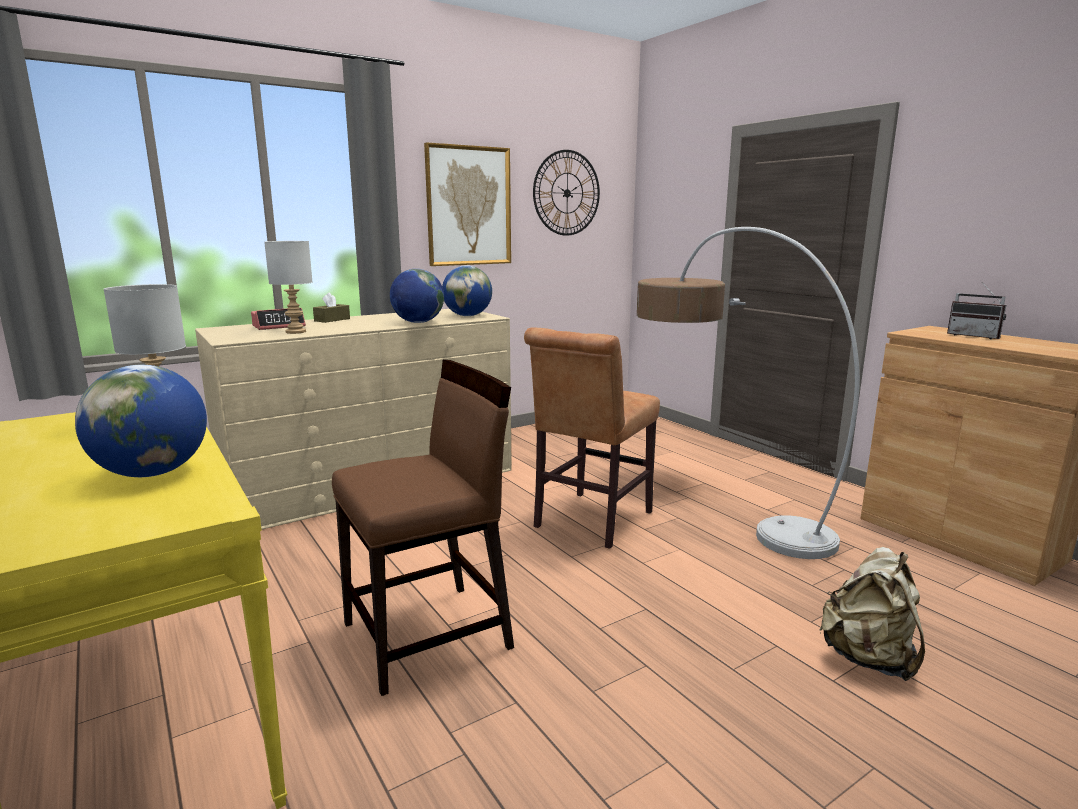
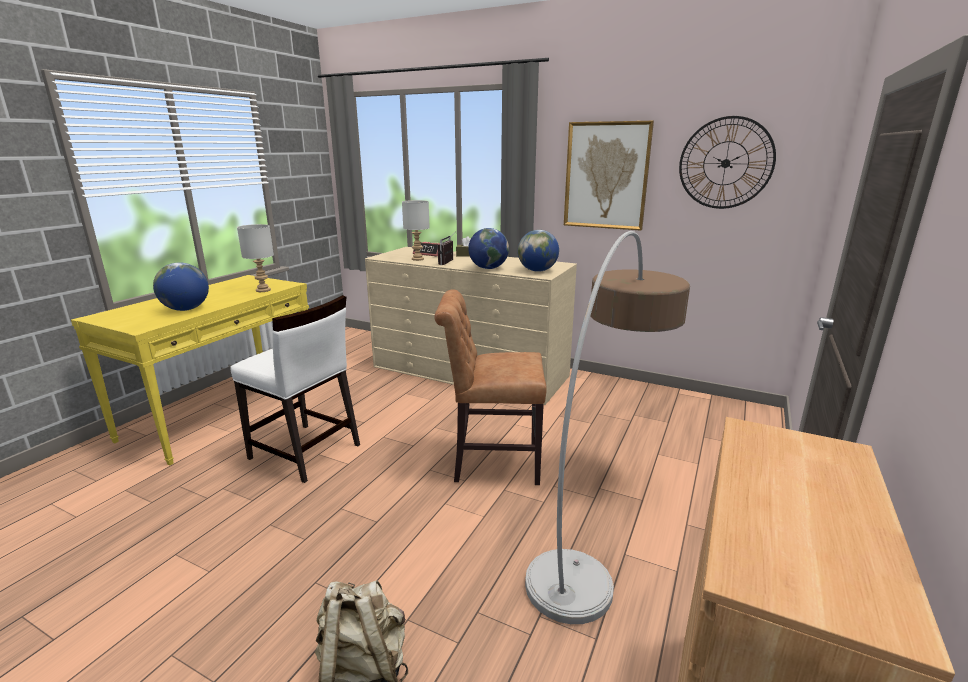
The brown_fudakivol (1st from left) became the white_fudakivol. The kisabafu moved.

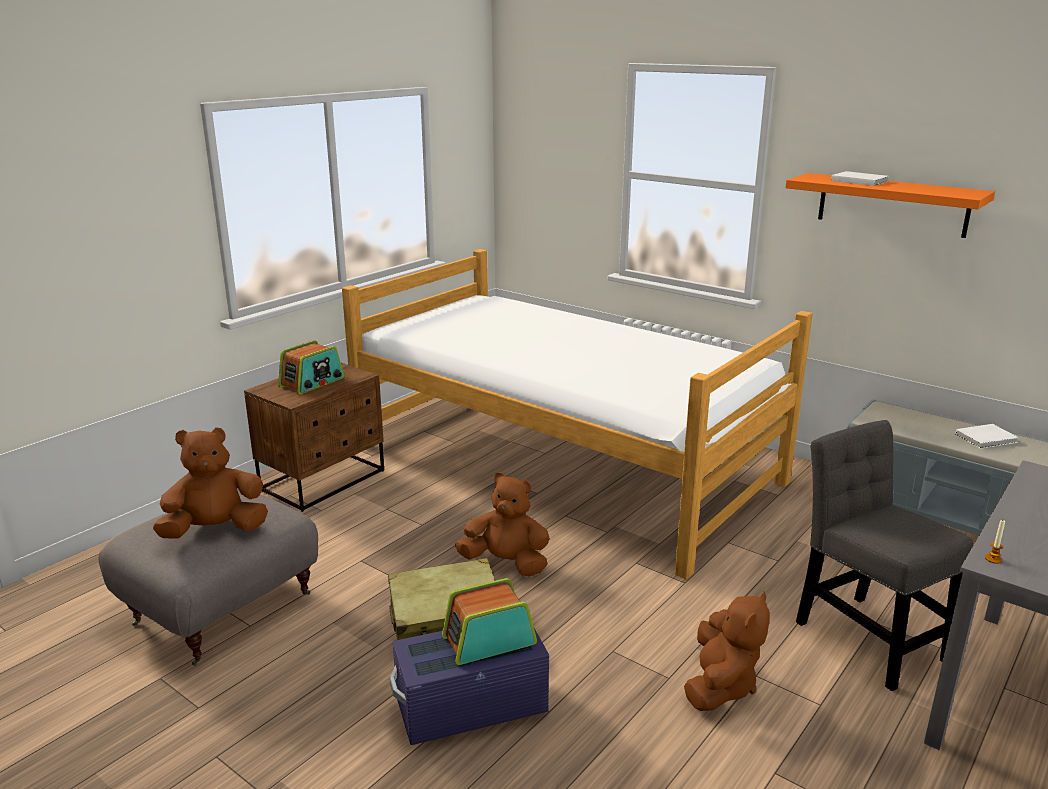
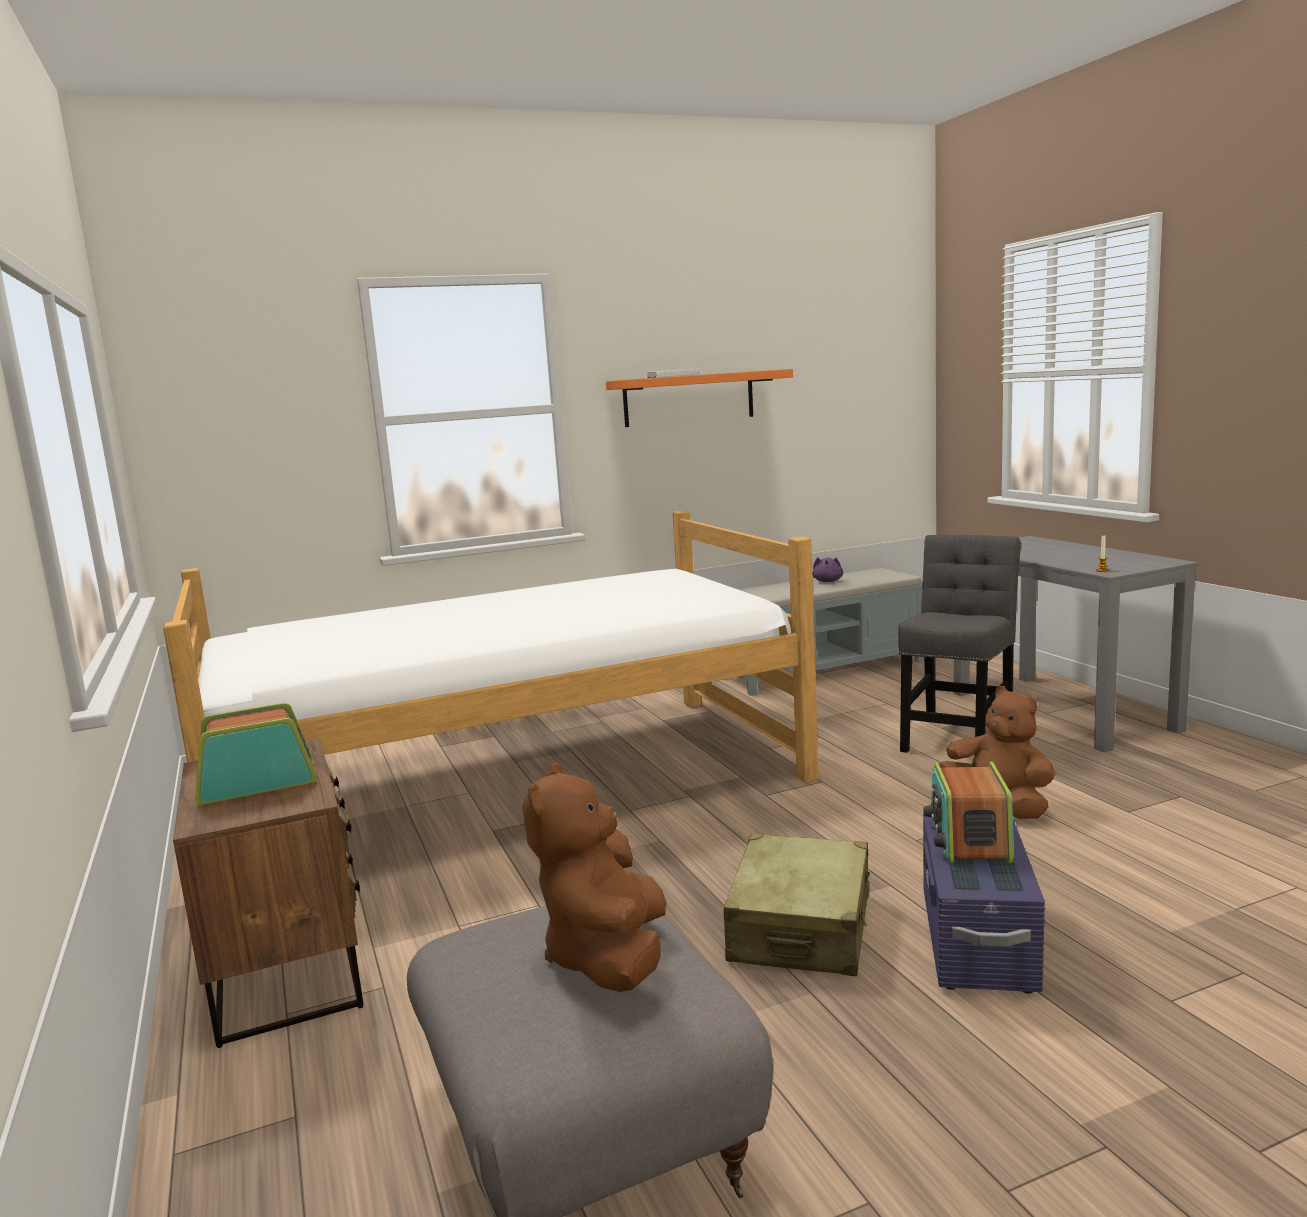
The kisabafu (1st from left) turned 90 degrees counterclockwise. The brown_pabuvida (2nd from left) disappeared. The grey_fudakivol turned 120 degrees clockwise. The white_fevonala (2nd from left) was replaced by the purple_pabuvida.

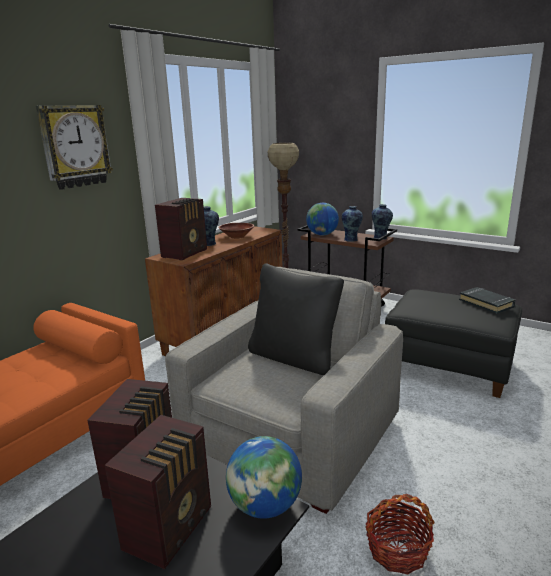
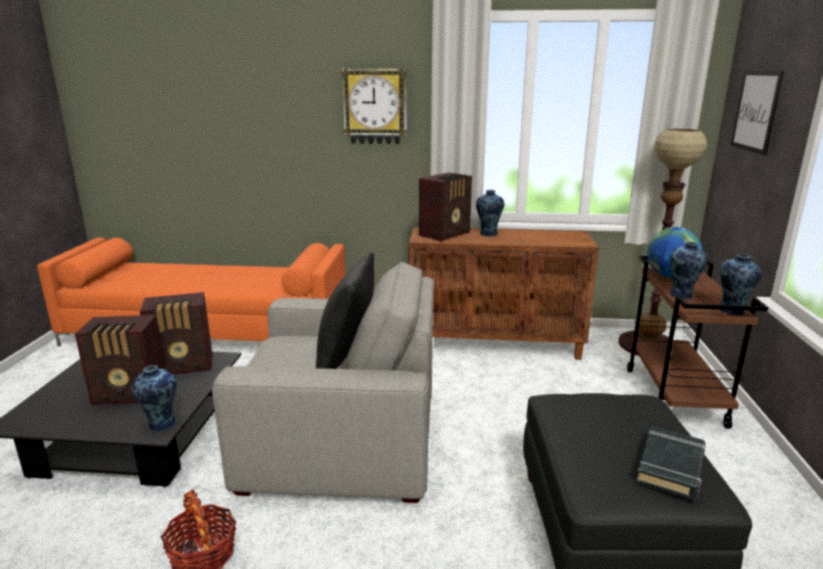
The kisabafu (3rd from left) turned 45 degrees counterclockwise. The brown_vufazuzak disappeared. The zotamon (1st from left) was replaced by the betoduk (1st from left). The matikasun appeared.

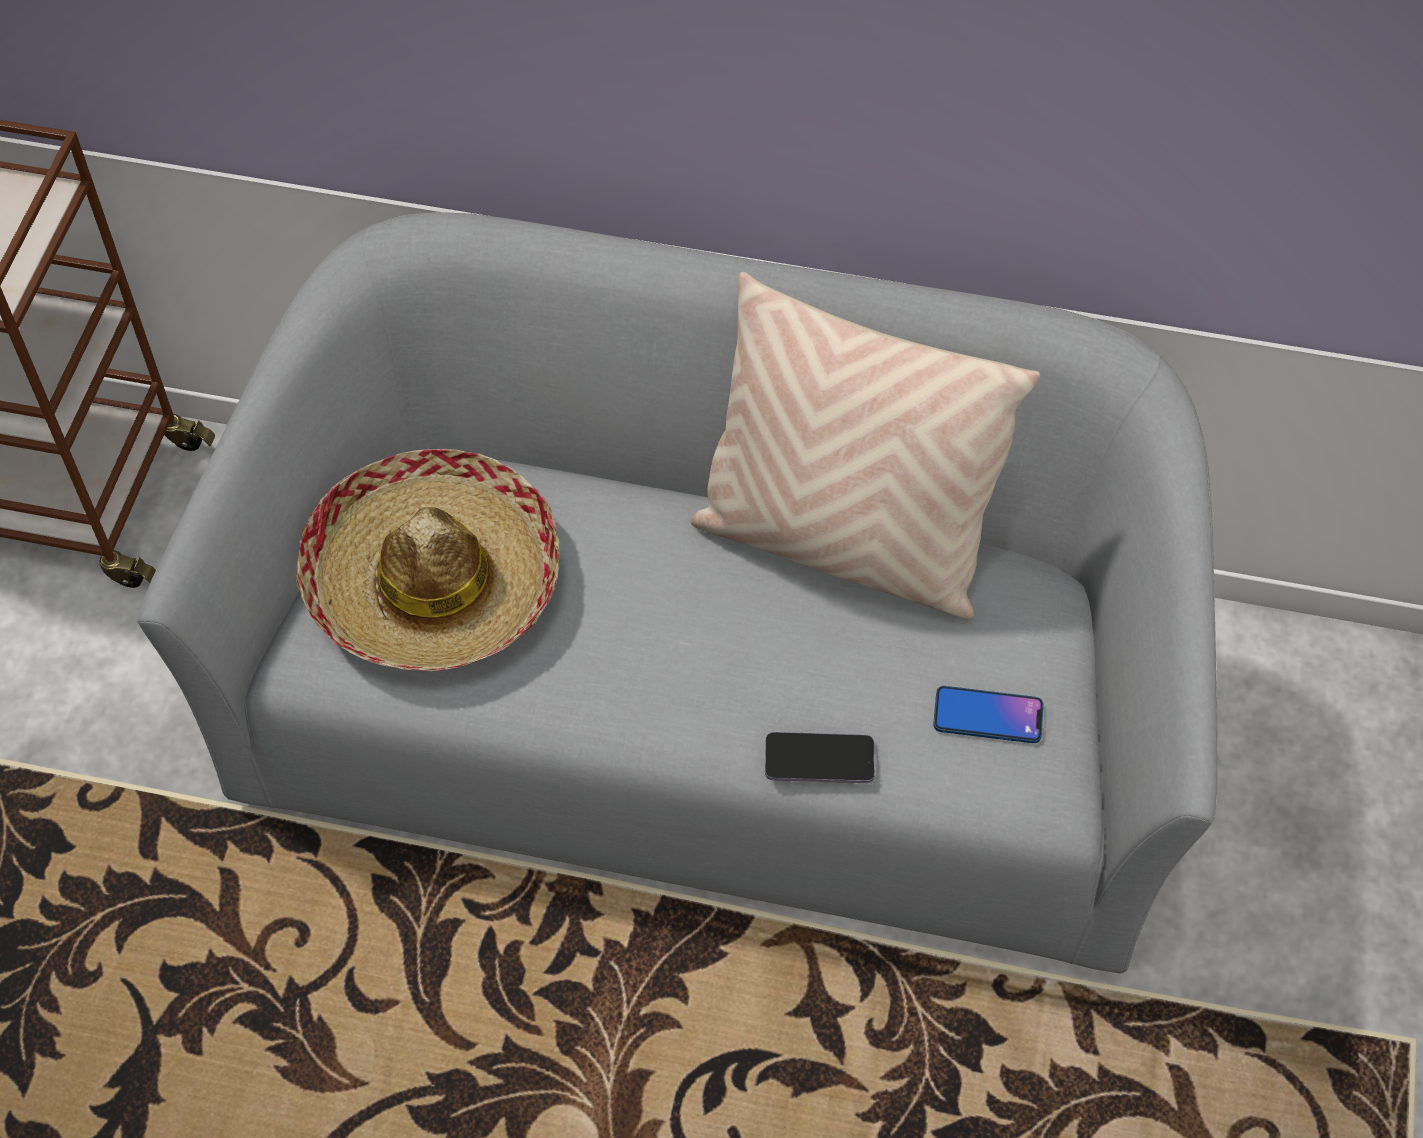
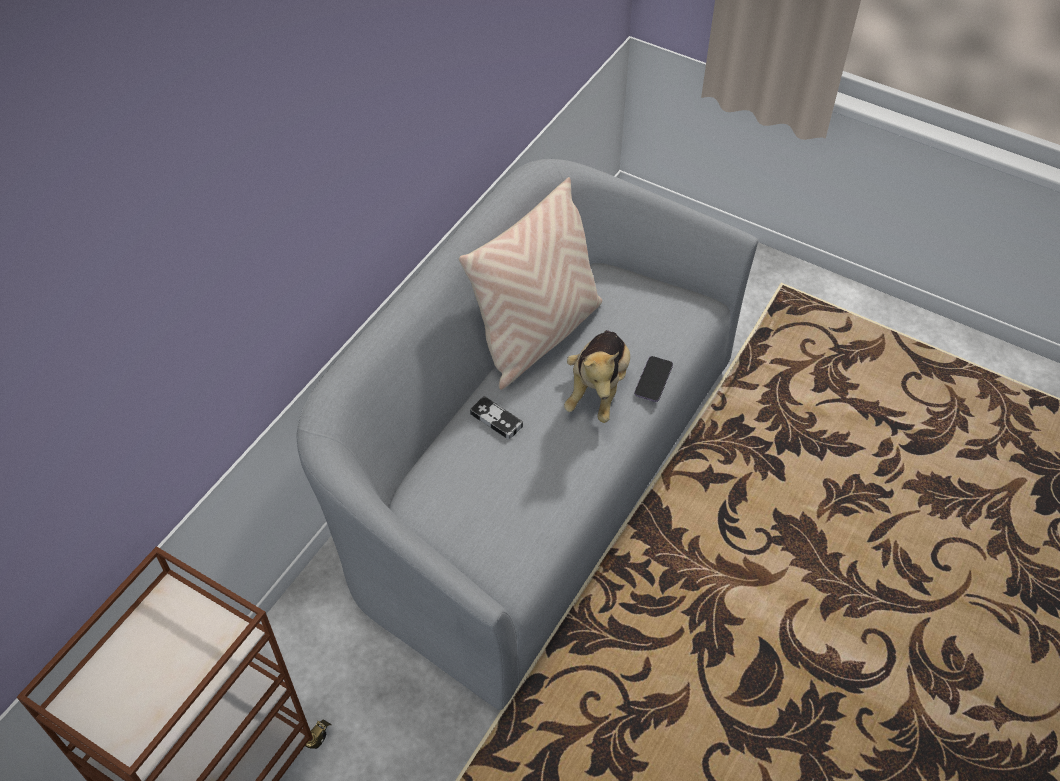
The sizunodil disappeared. The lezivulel (2nd from left) disappeared. The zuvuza appeared. The pabuvida appeared.

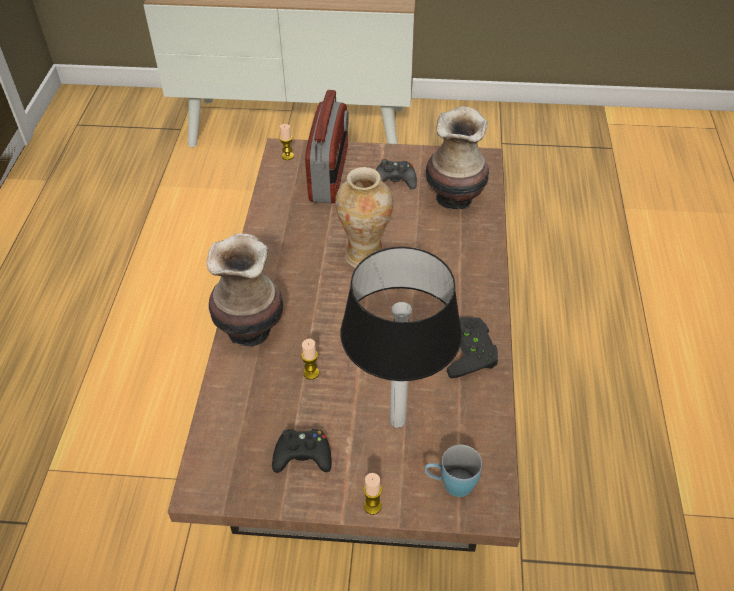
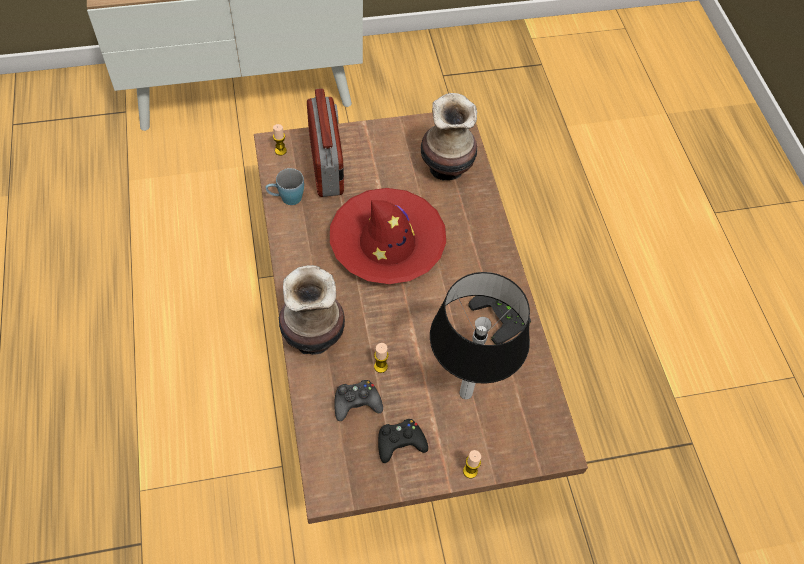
The betoduk (2nd from left) was replaced by the red_sizunodil. The black_zuvuza (2nd from left in the first image) moved. The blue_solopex moved.

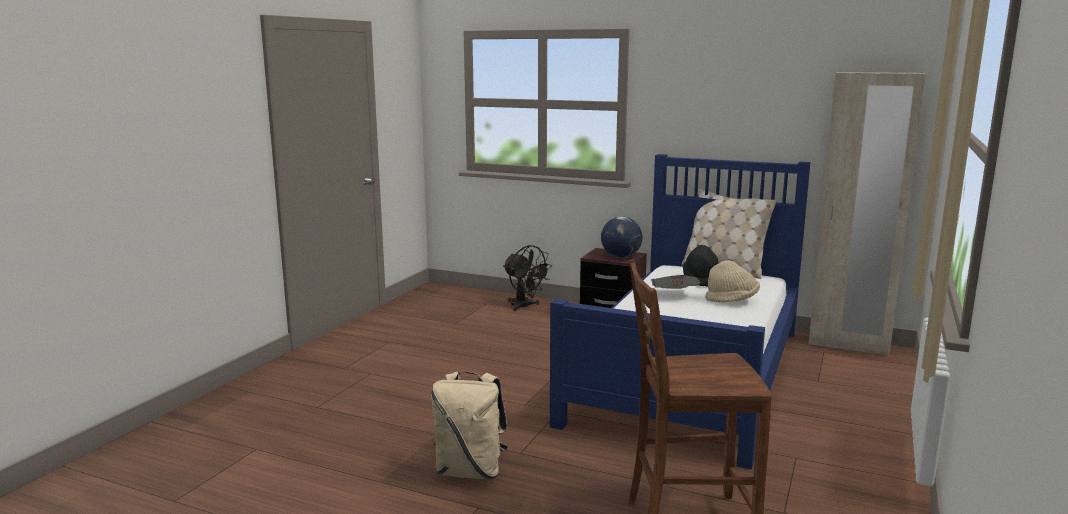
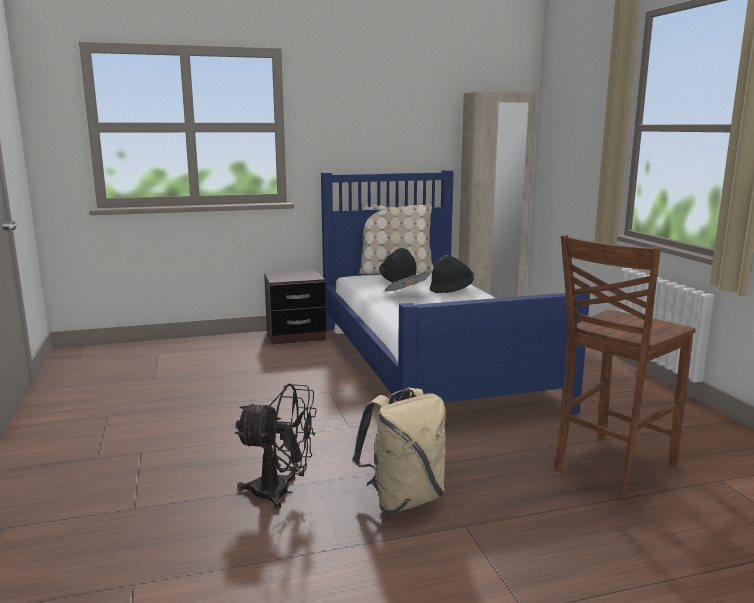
The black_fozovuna moved. The zotamon disappeared. The beige_sizunodil became the black_sizunodil (2nd from left).

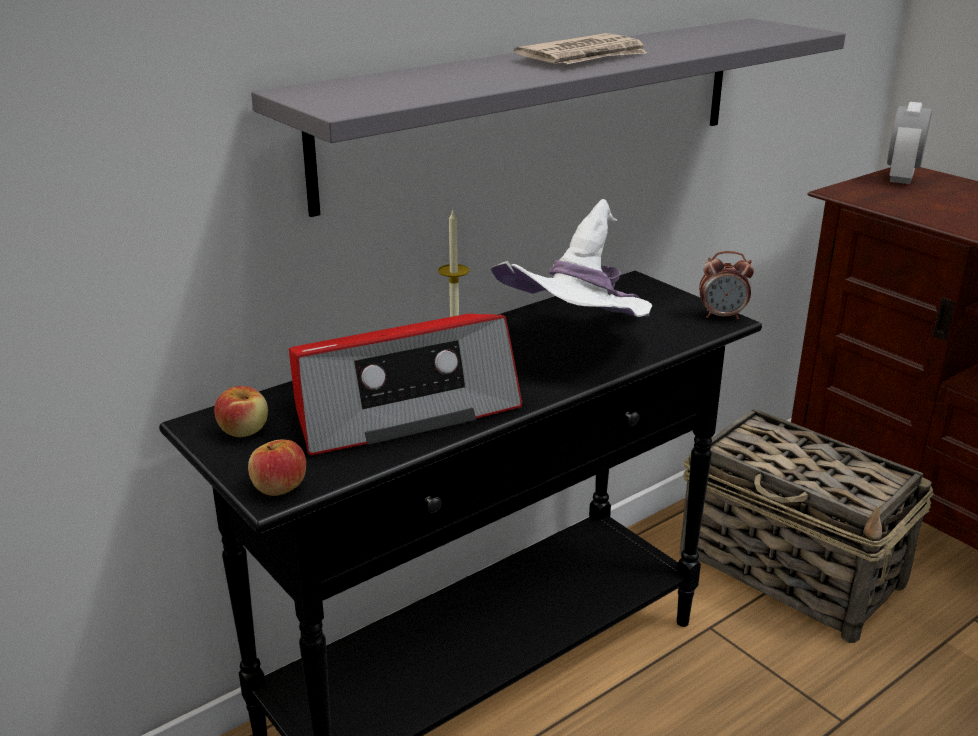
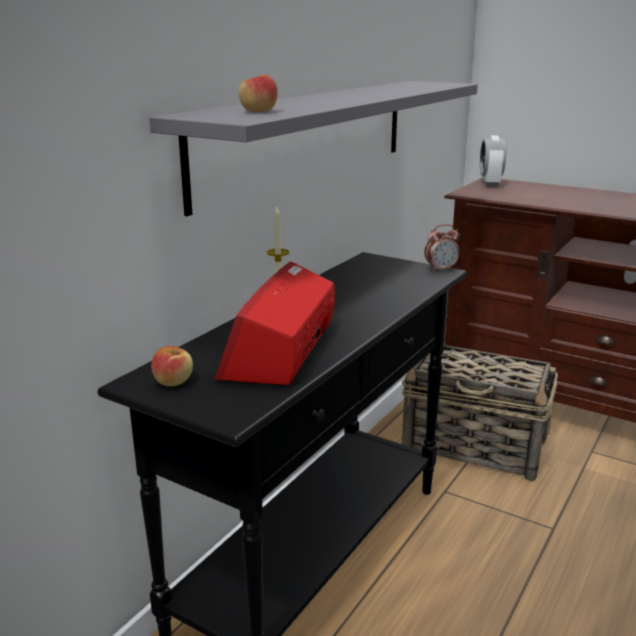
The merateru (2nd from left) moved. The kisabafu turned 150 degrees clockwise. The white_sizunodil disappeared. The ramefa disappeared.

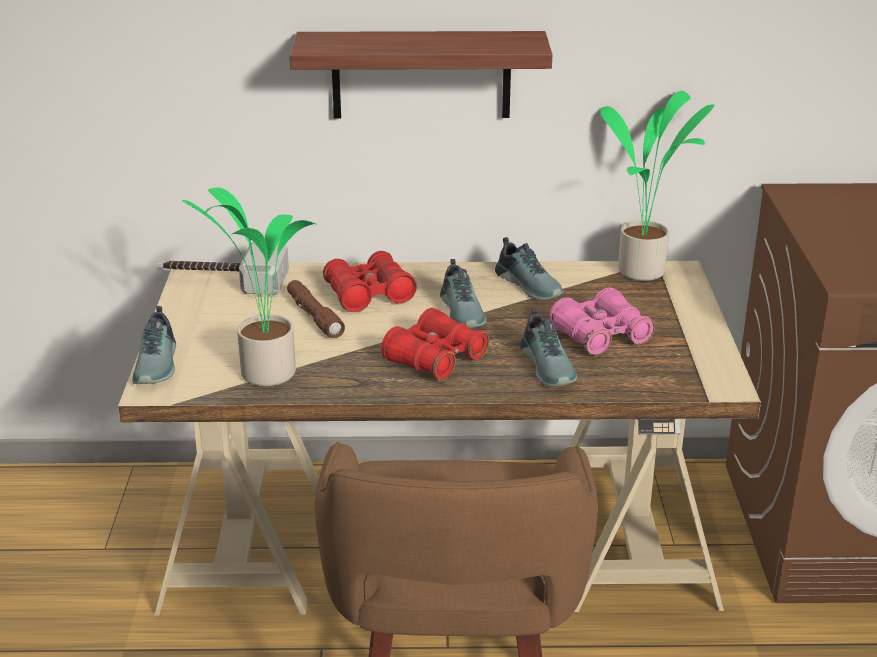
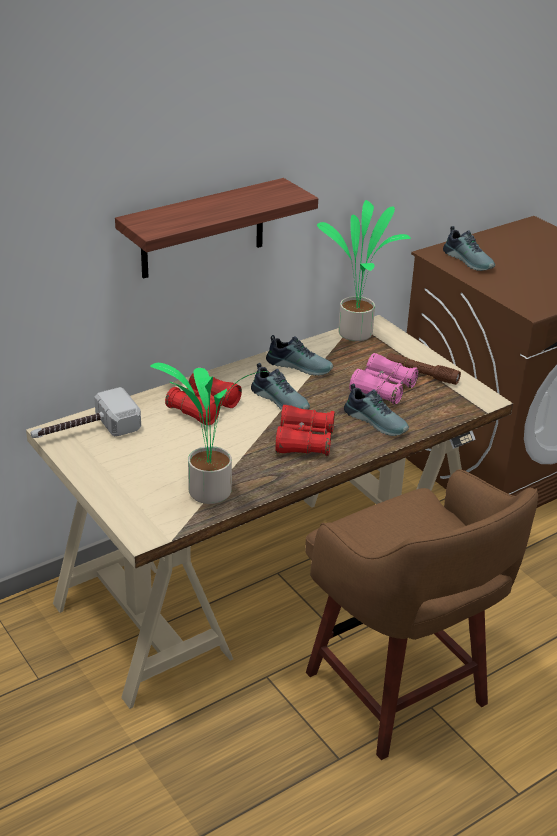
The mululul (1st from left in the first image) moved. The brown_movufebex moved.

